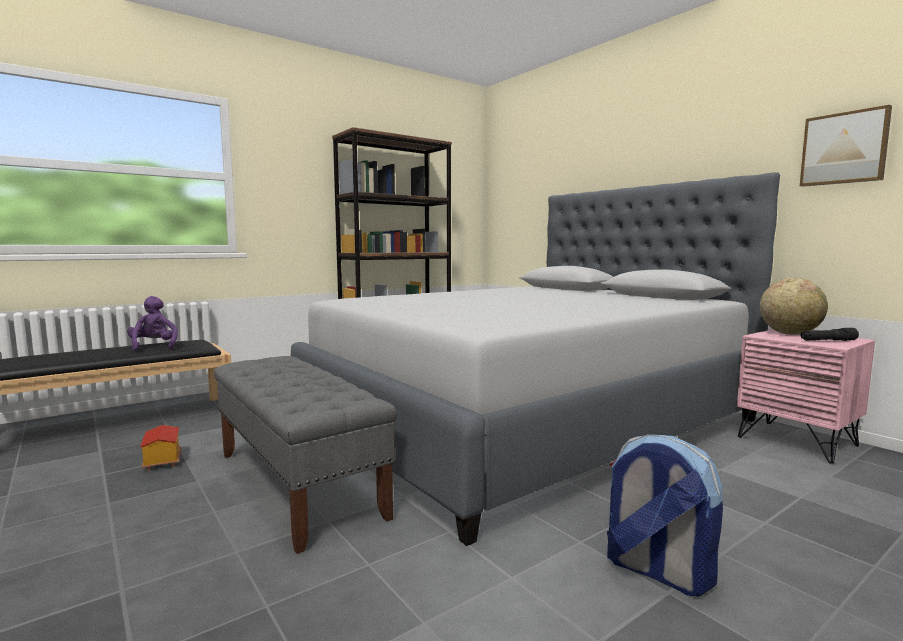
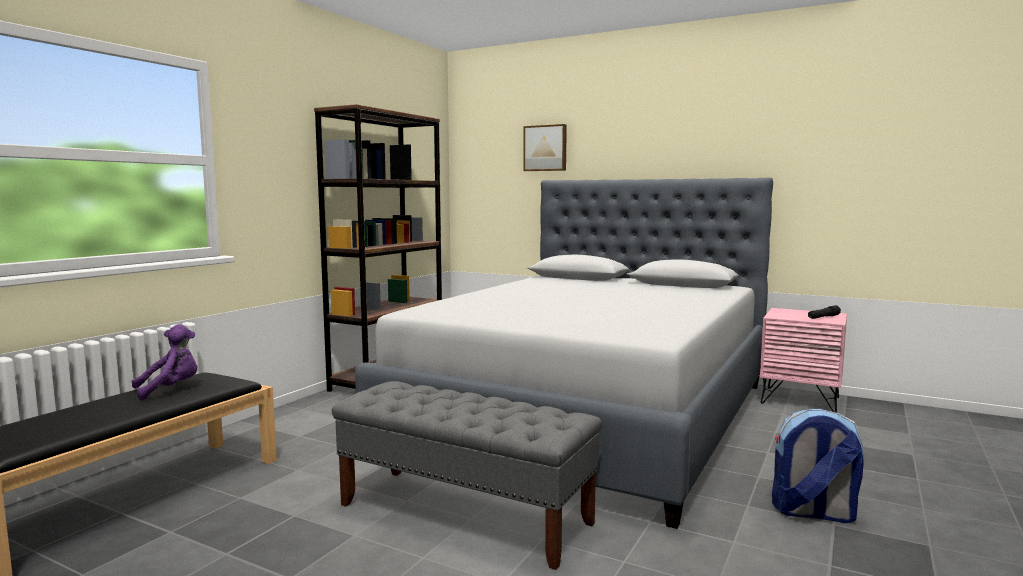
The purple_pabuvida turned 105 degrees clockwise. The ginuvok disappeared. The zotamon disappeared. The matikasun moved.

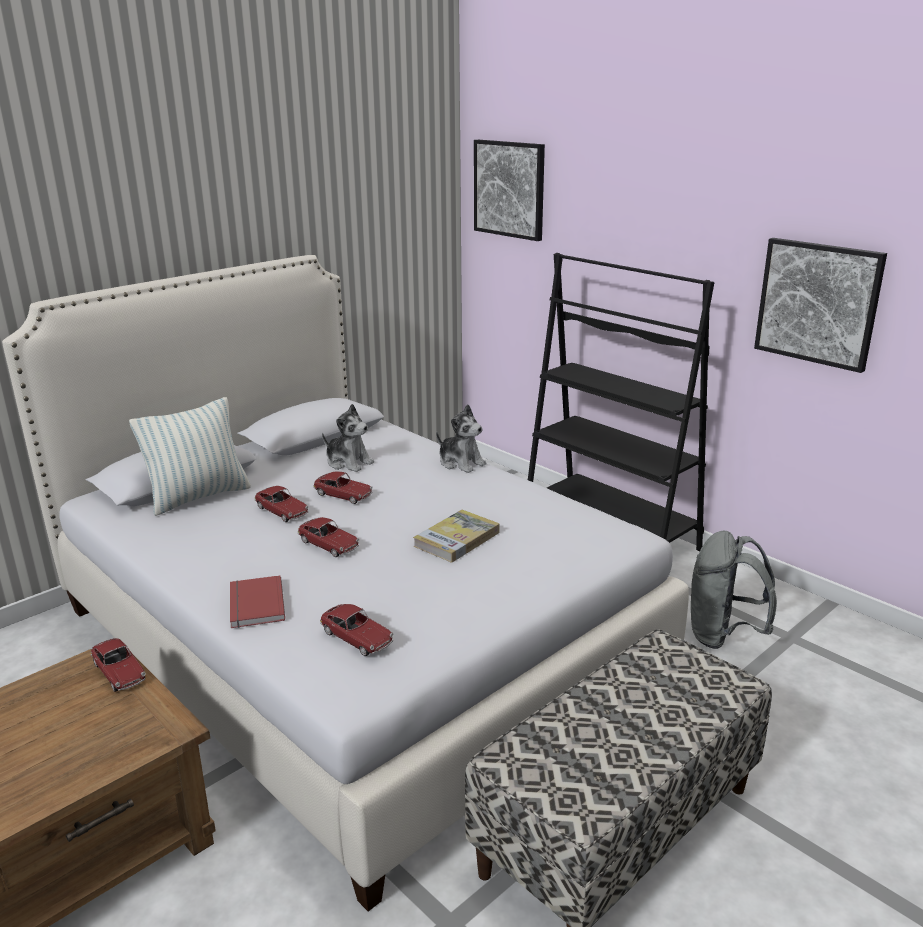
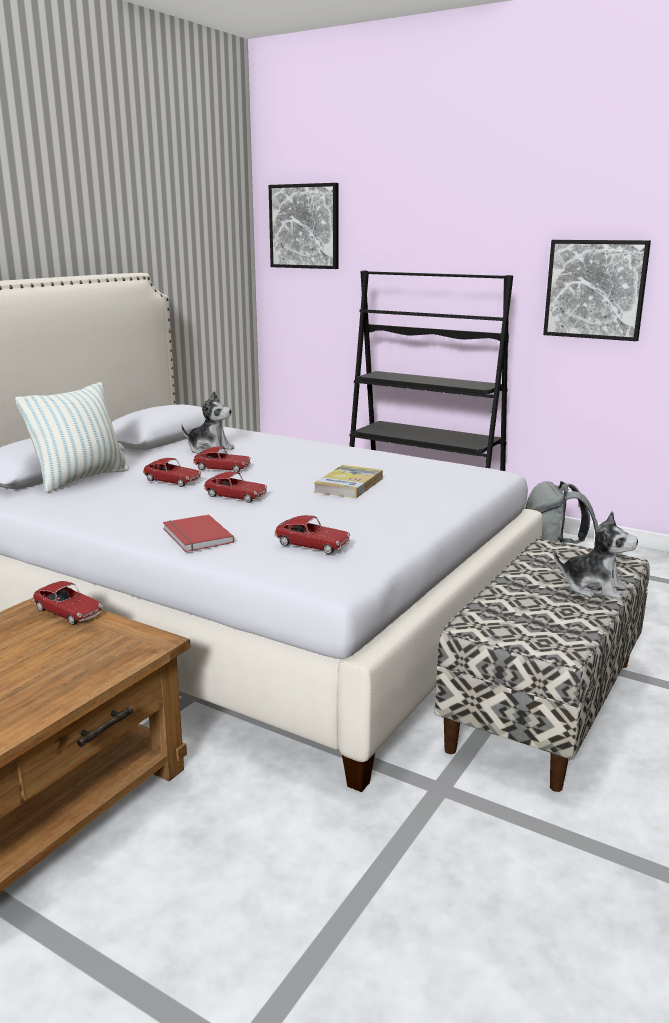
The pabuvida (2nd from left) moved.

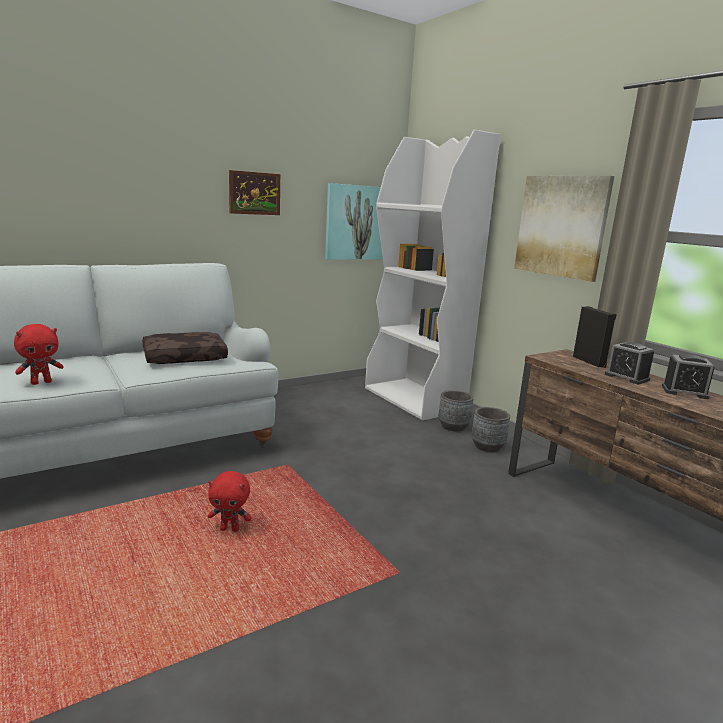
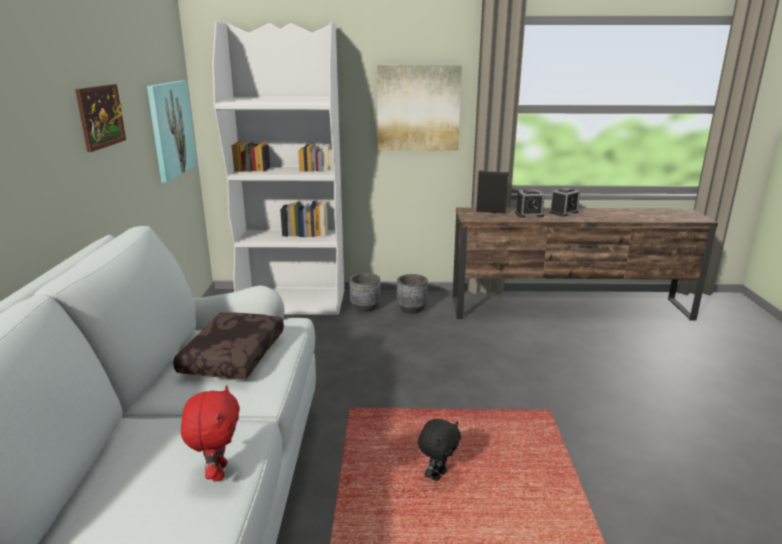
The red_pabuvida (2nd from left) became the black_pabuvida.

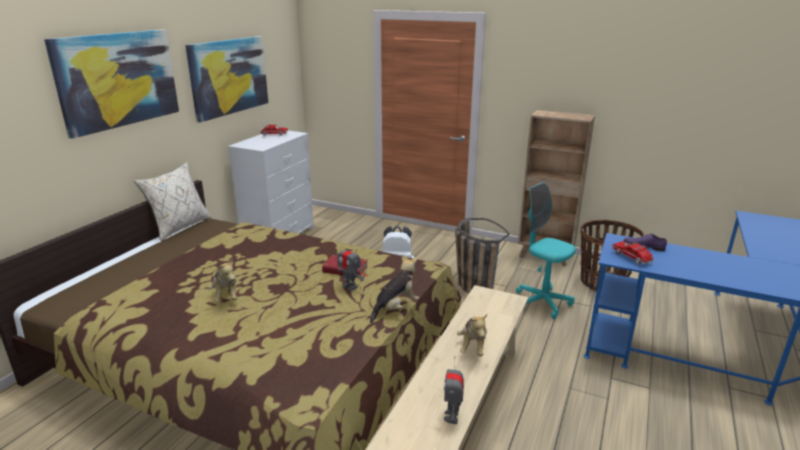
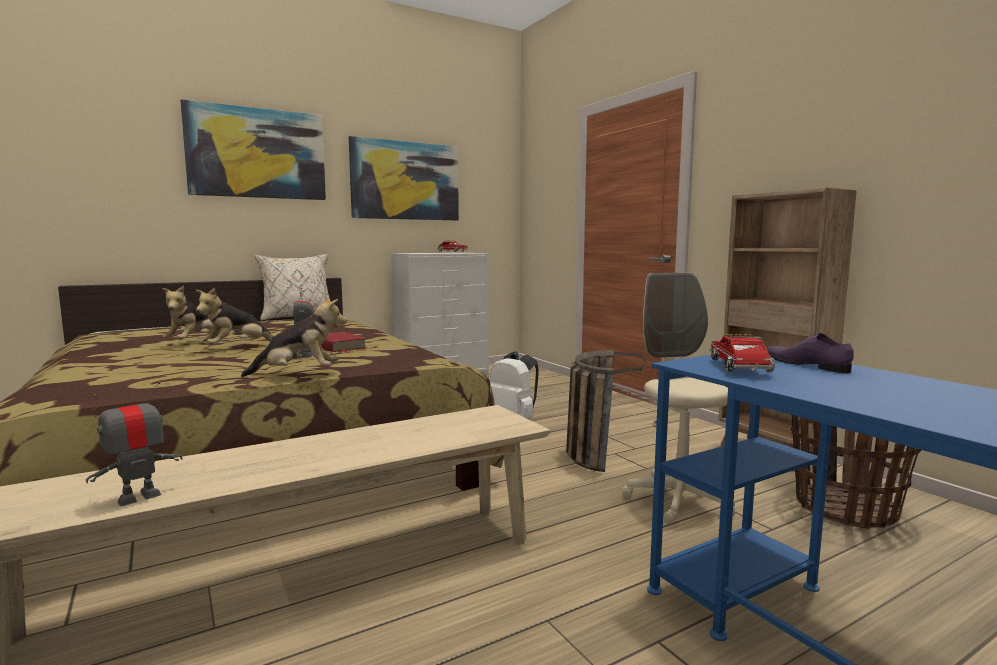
The pabuvida (3rd from left in the first image) moved. The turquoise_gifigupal became the beige_gifigupal.

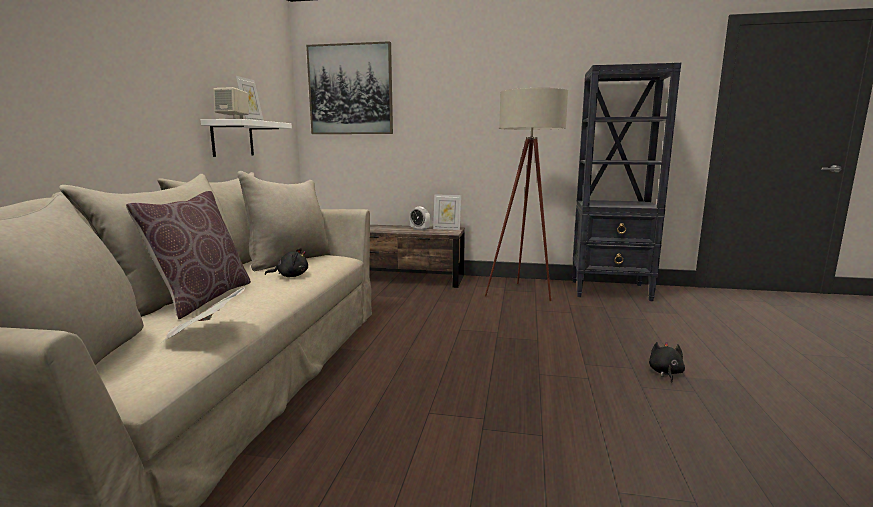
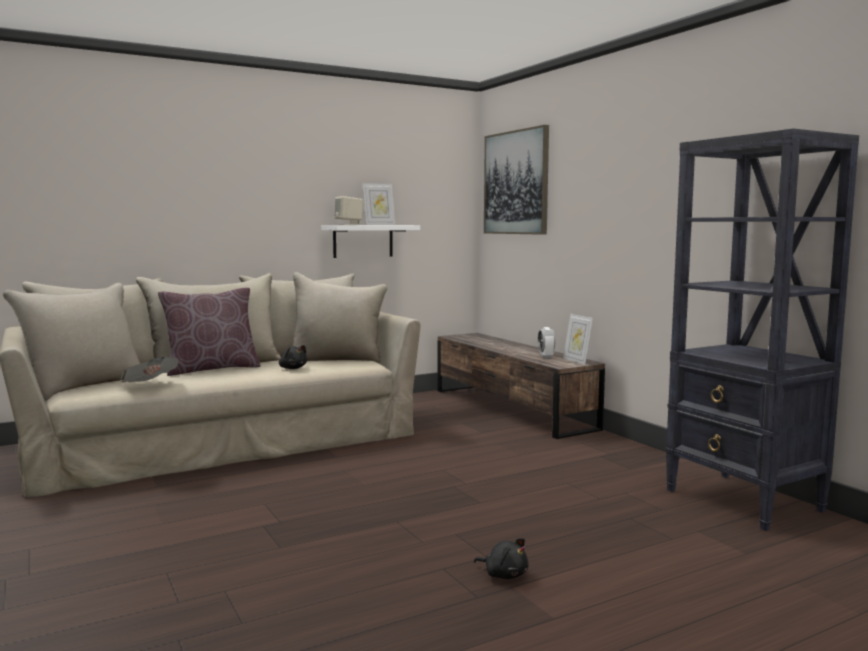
The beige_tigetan disappeared. The black_pabuvida (2nd from left) turned 60 degrees clockwise.

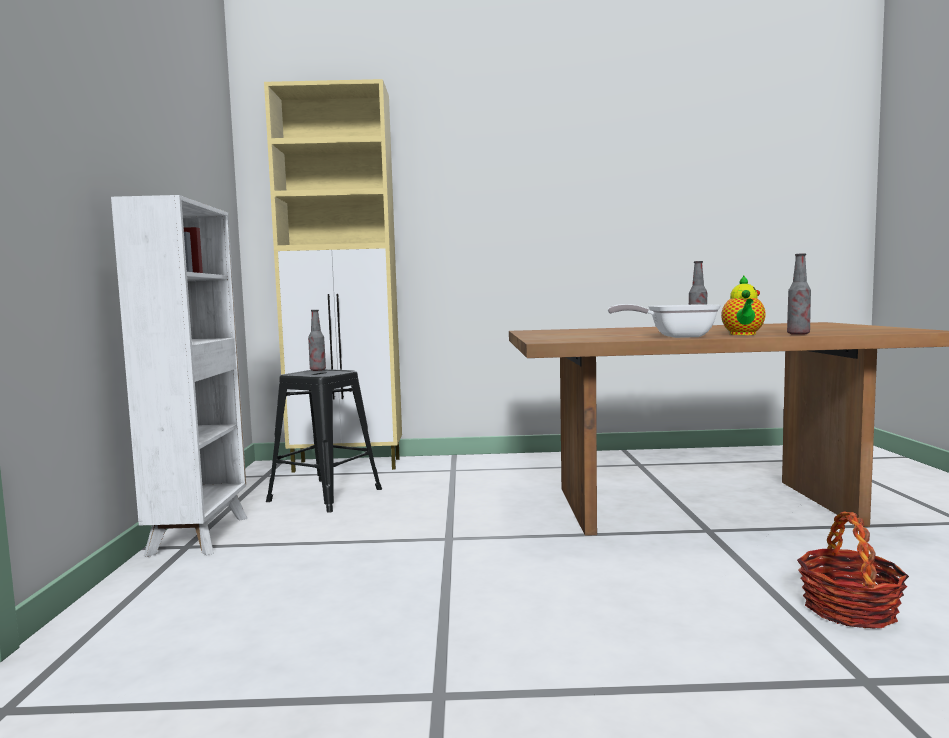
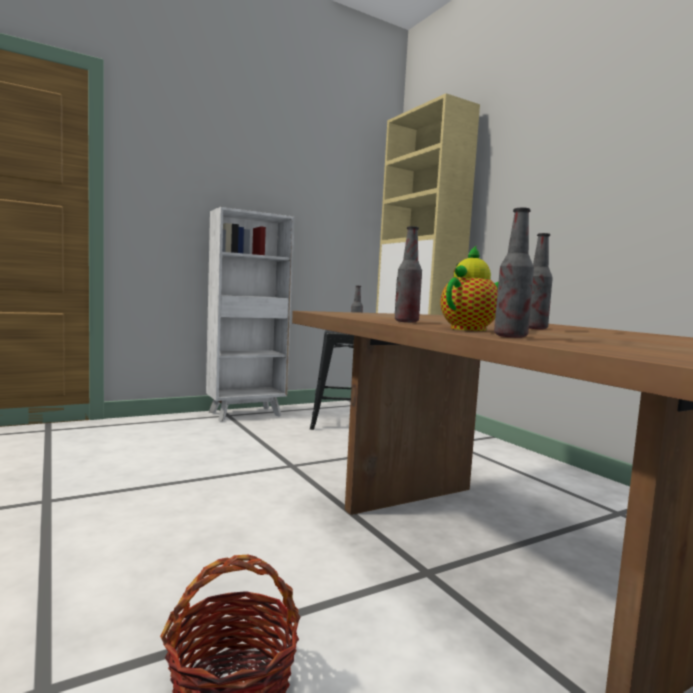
The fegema was replaced by the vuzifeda (2nd from left). The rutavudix turned 150 degrees clockwise.

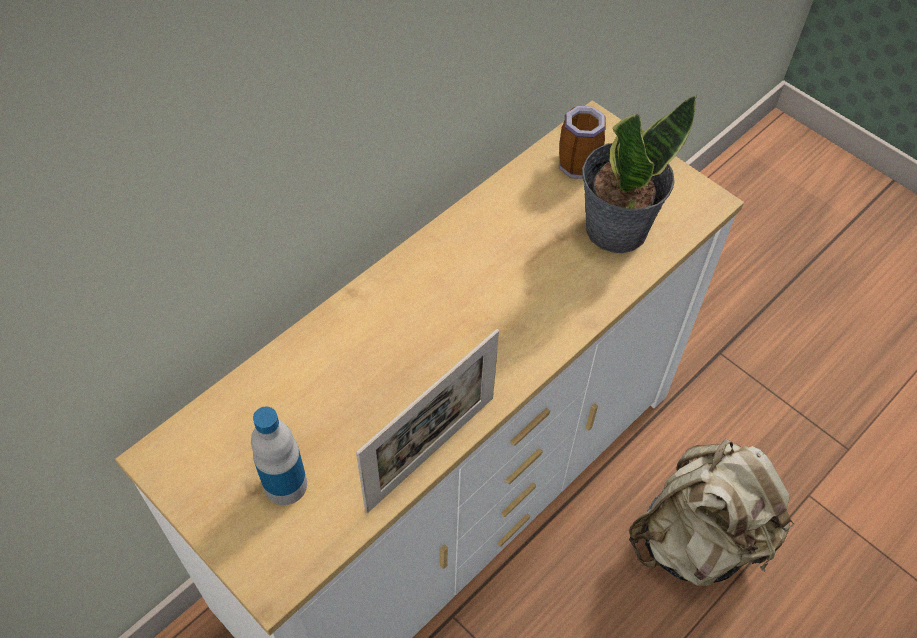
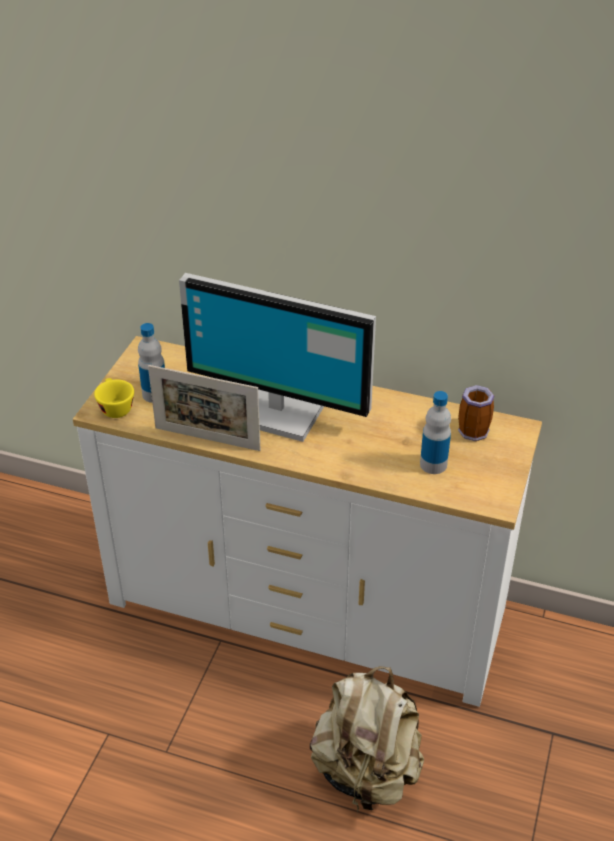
The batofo was replaced by the vuzifeda (2nd from left). The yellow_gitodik appeared. The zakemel appeared.

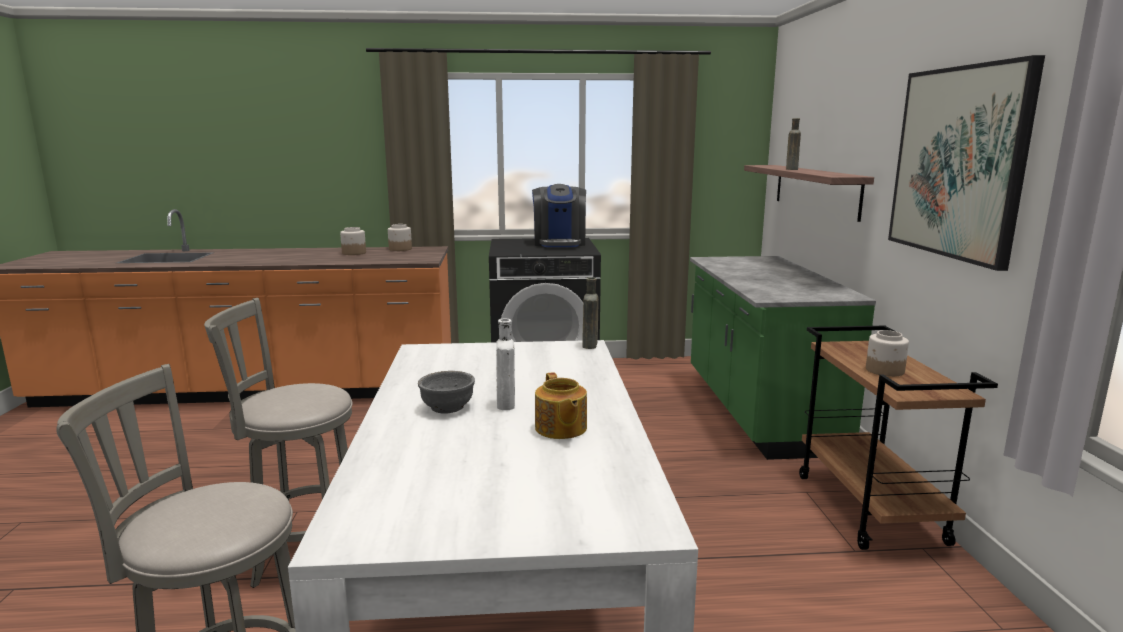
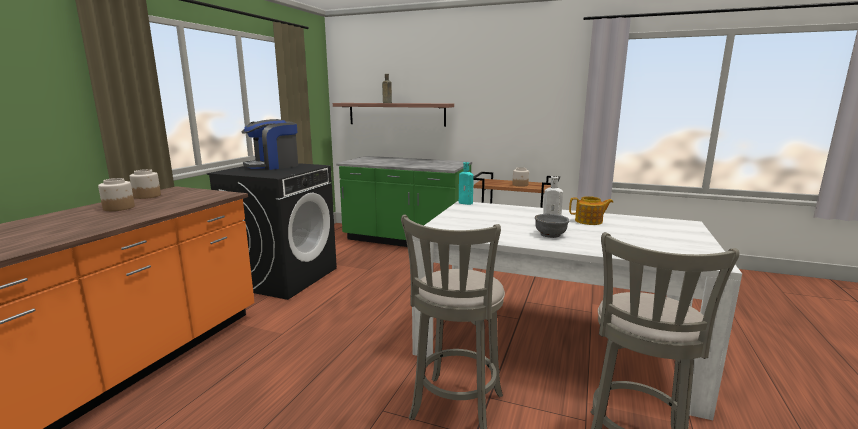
The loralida turned 120 degrees clockwise. The brown_vuzifeda (1st from left) became the turquoise_vuzifeda. The matikasun disappeared.

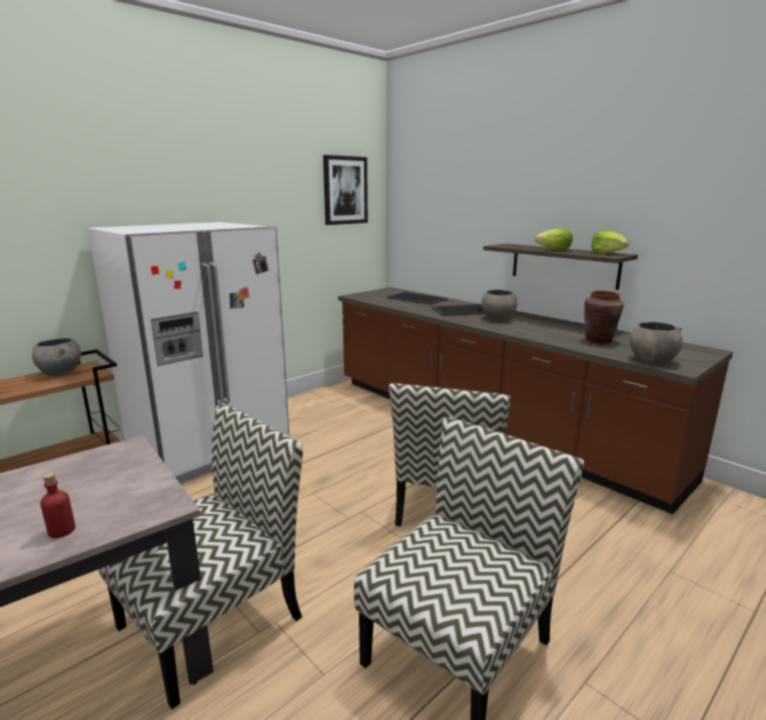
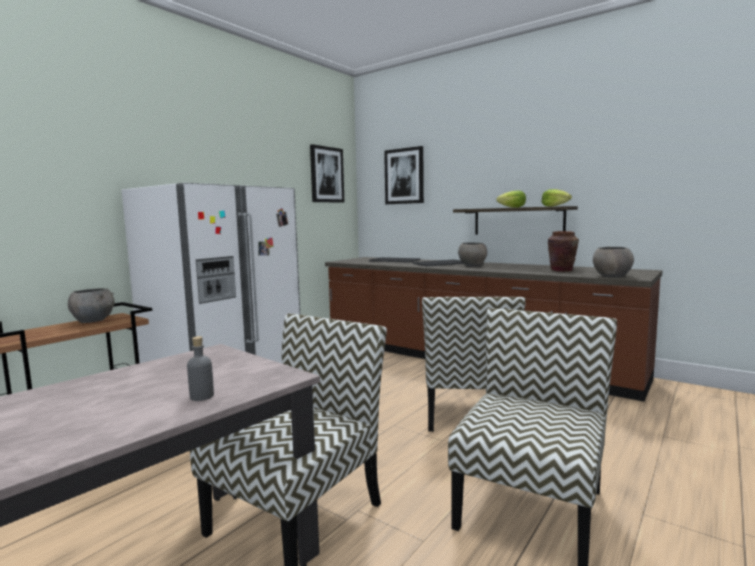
The red_vuzifeda became the grey_vuzifeda. The matikasun (2nd from left) appeared.

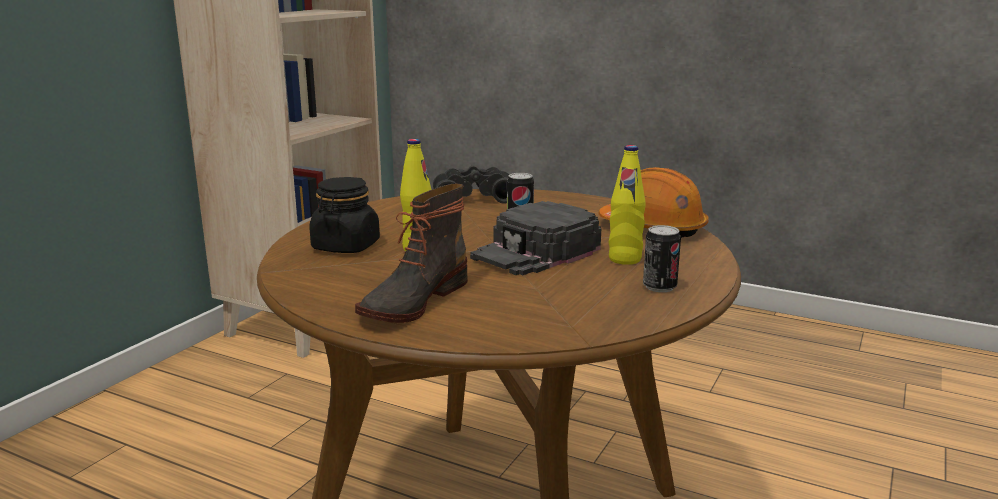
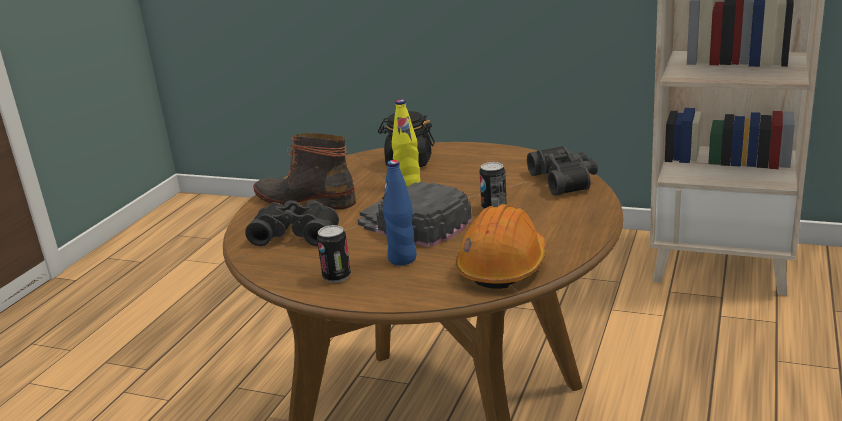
The yellow_vuzifeda (2nd from left) became the blue_vuzifeda. The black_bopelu (1st from left) appeared.

